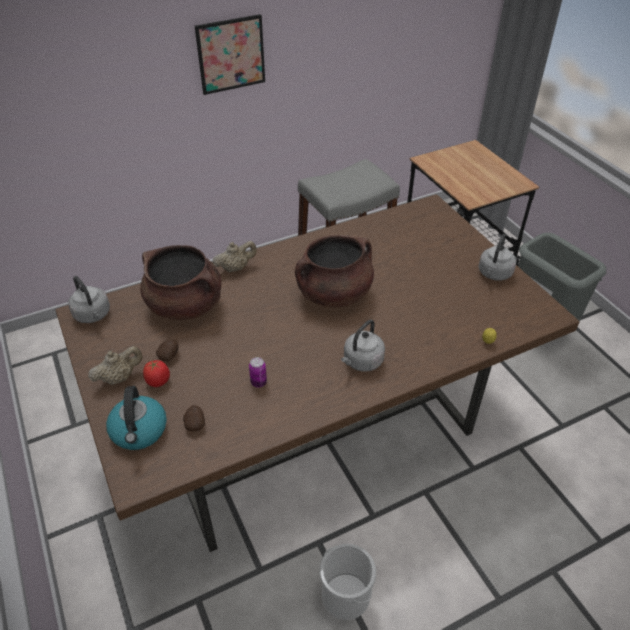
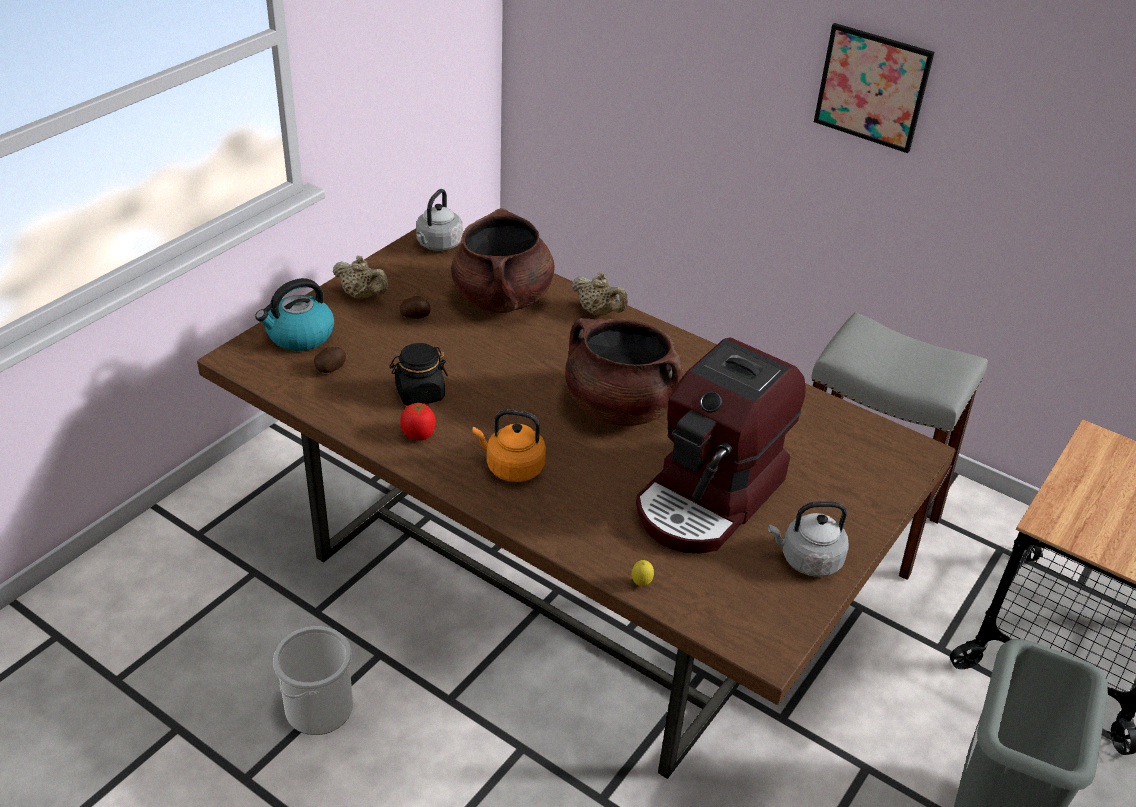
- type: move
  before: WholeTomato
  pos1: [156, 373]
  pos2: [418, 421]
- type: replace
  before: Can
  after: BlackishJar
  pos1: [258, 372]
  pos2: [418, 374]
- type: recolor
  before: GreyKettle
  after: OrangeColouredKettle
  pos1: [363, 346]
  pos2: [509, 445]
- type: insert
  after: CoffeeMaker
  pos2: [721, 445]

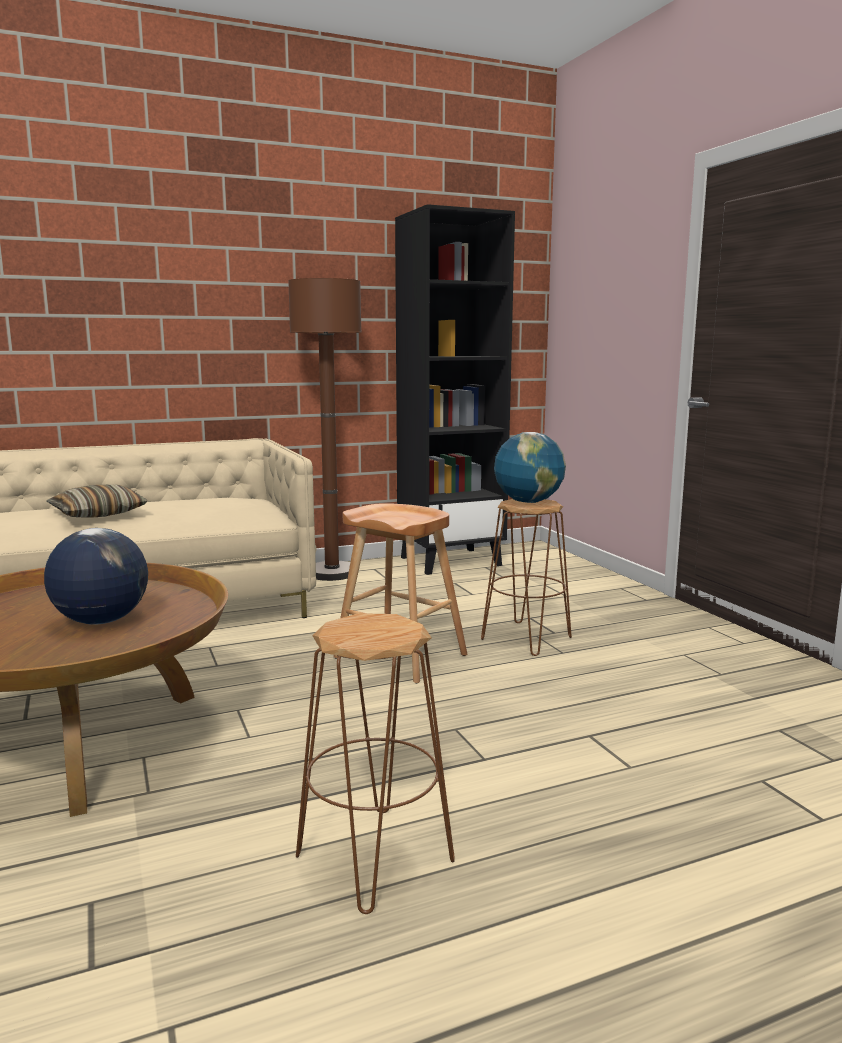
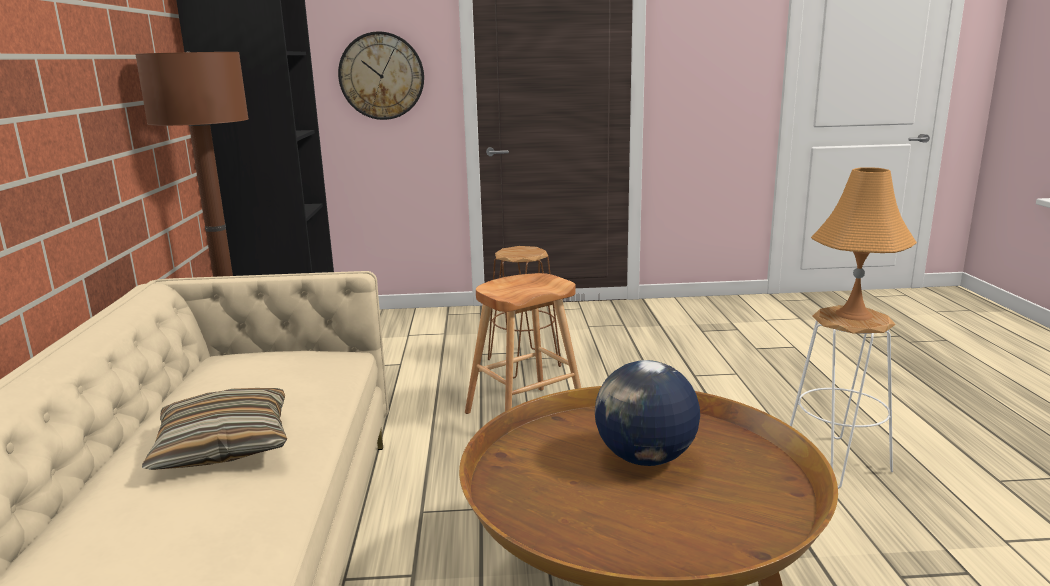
- type: recolor
  before: BrownColouredSittingStool
  after: WhitishSittingStool
  pos1: [375, 763]
  pos2: [843, 397]
- type: delete
  before: DeskGlobe
  pos1: [530, 467]
- type: insert
  after: HangingClock
  pos2: [381, 75]
- type: insert
  after: OrangeColouredLampForATable
  pos2: [864, 244]

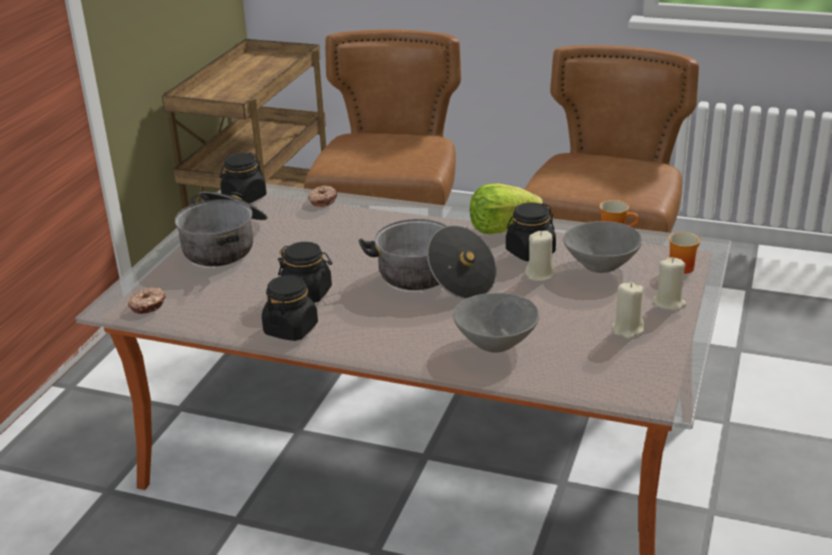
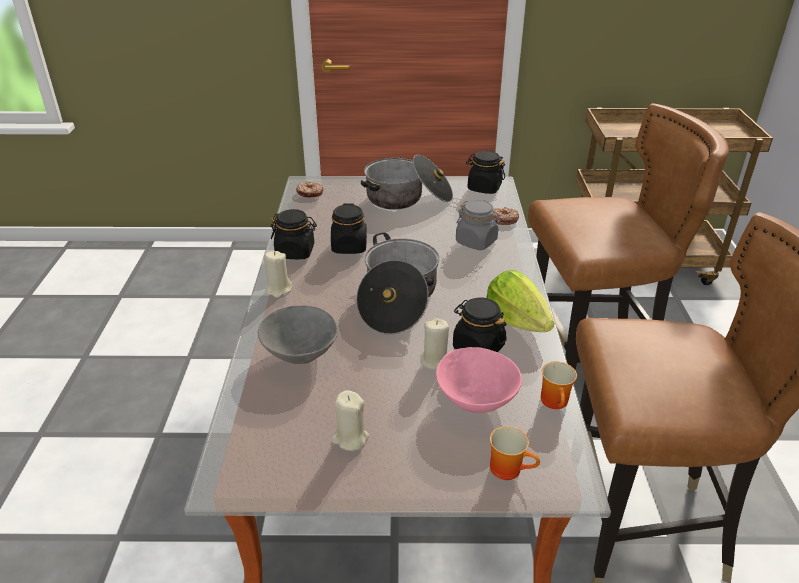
- type: recolor
  before: GreyServingBowl
  after: PinkColouredServingBowl
  pos1: [602, 247]
  pos2: [479, 380]
- type: move
  before: BeigeColouredCandle
  pos1: [670, 284]
  pos2: [278, 274]
- type: insert
  after: GreyJar
  pos2: [478, 225]

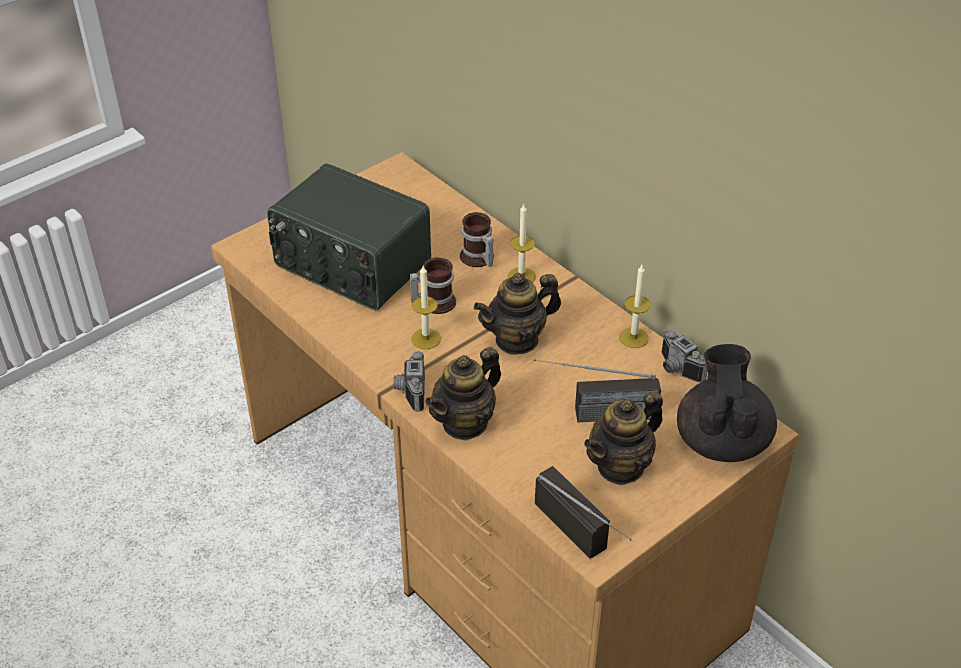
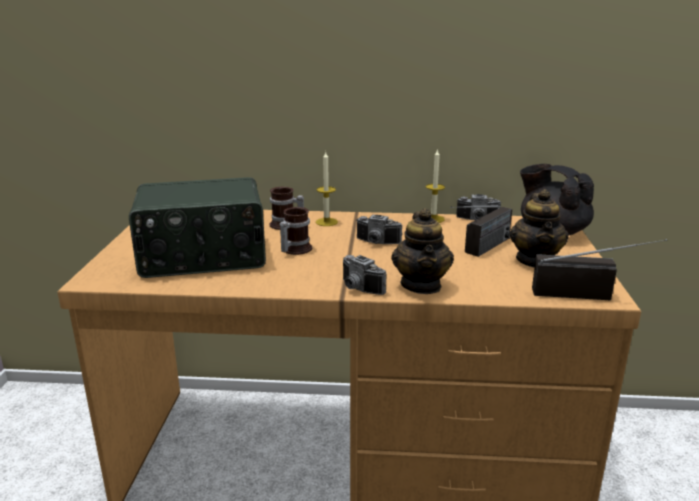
- type: delete
  before: Candle
  pos1: [426, 307]
- type: replace
  before: TeaPot
  after: PhotoCamera
  pos1: [517, 314]
  pos2: [379, 229]

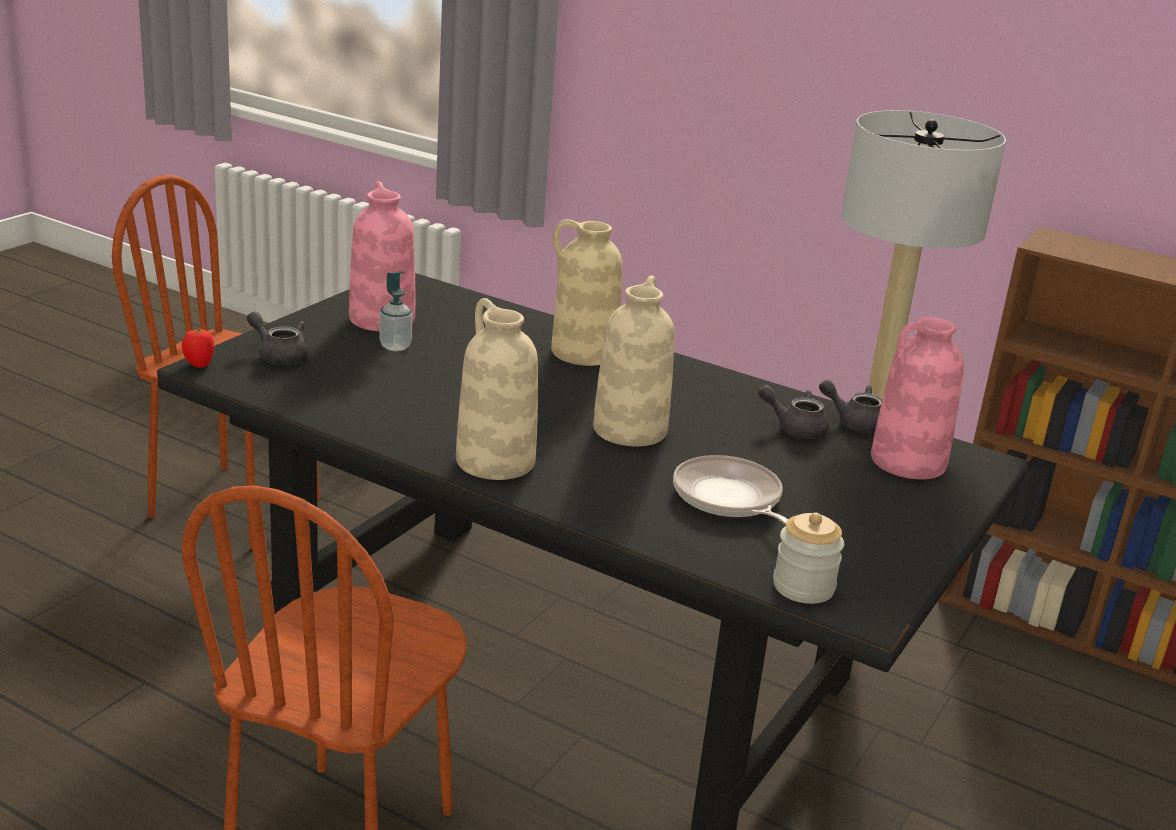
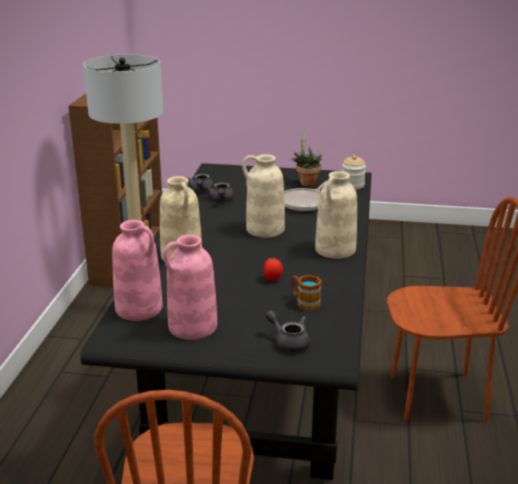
- type: move
  before: WholeTomato
  pos1: [198, 348]
  pos2: [273, 269]
- type: rotate
  before: GreyTeaPot
  pos1: [277, 338]
  pos2: [287, 331]
  turn: 120
- type: delete
  before: SoapDispenser
  pos1: [395, 311]
- type: move
  before: PinkColouredFlowerVase
  pos1: [917, 398]
  pos2: [137, 270]
- type: insert
  after: PlantInAPot
  pos2: [306, 159]
- type: insert
  after: Mug
  pos2: [307, 293]

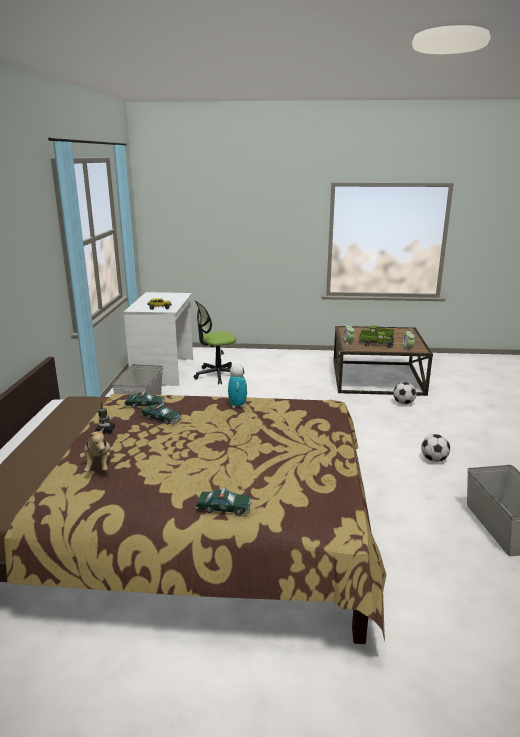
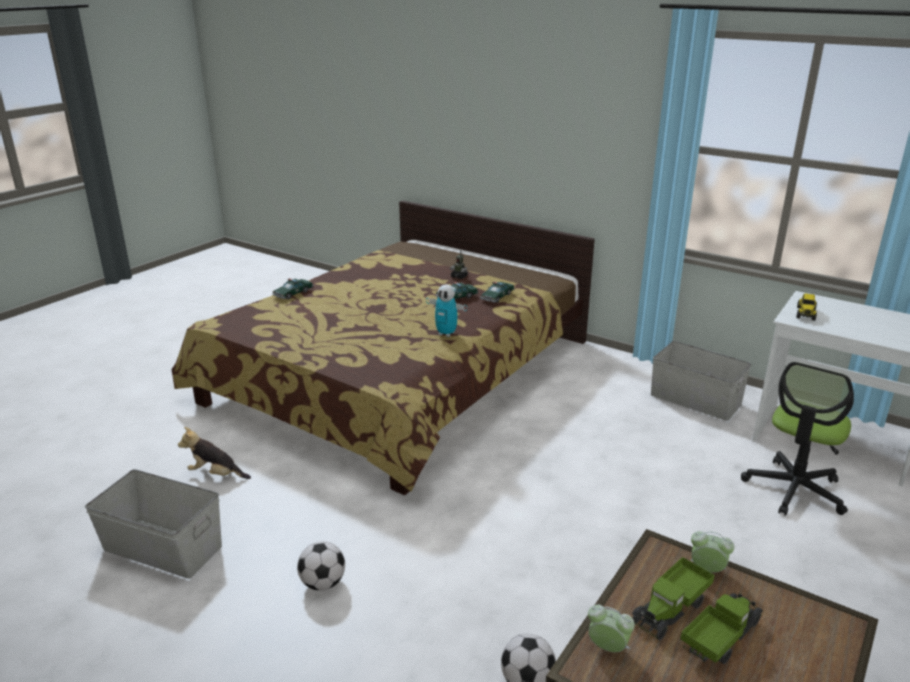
- type: move
  before: CuddlyToy
  pos1: [95, 449]
  pos2: [214, 453]
- type: rotate
  before: ComputerChair
  pos1: [214, 342]
  pos2: [797, 439]
  turn: -150

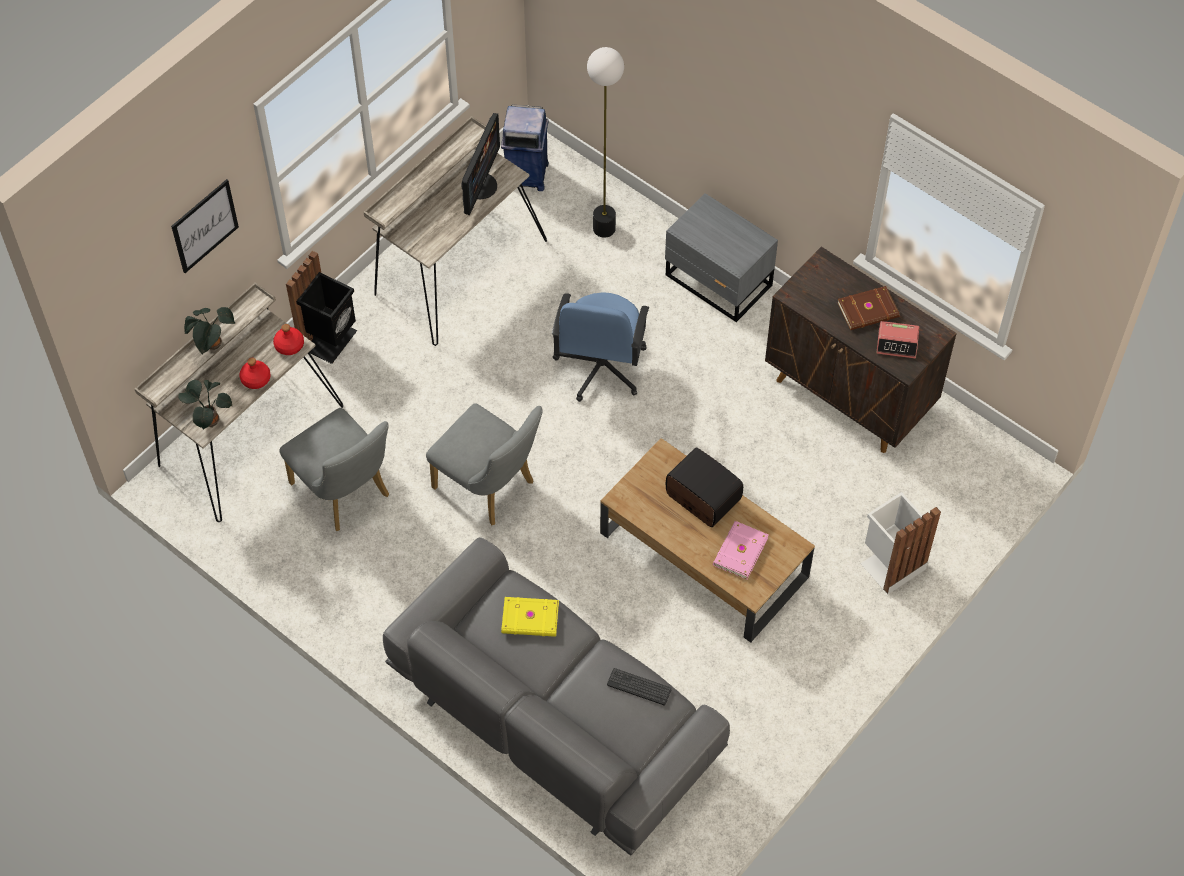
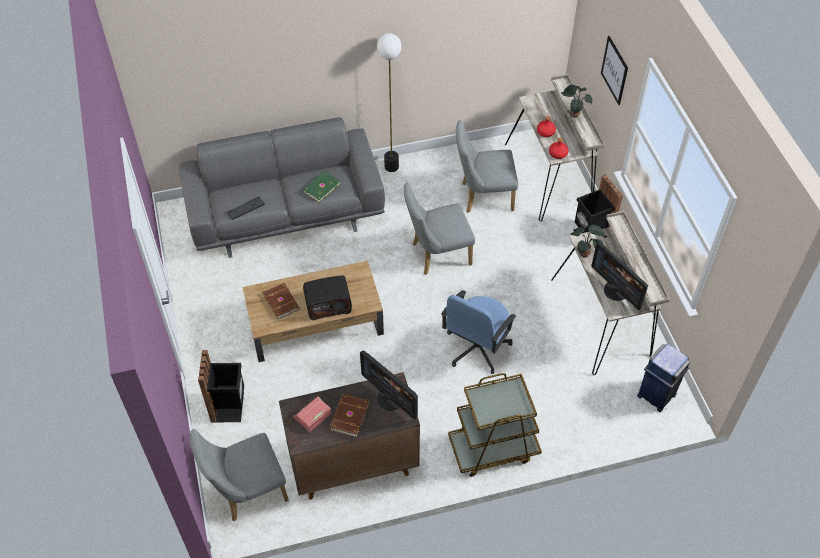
- type: move
  before: PlantInAPot
  pos1: [205, 405]
  pos2: [588, 241]
- type: recolor
  before: YellowBoundBook
  after: GreenishBoundBook
  pos1: [530, 617]
  pos2: [321, 187]
- type: rotate
  before: BluishComputerChair
  pos1: [600, 347]
  pos2: [478, 332]
  turn: -105
- type: move
  before: FloorLamp
  pos1: [605, 142]
  pos2: [389, 102]
- type: replace
  before: GreyNightTable
  after: BrownColouredWheeledCart
  pos1: [721, 257]
  pos2: [495, 425]
- type: recolor
  before: PinkColouredBoundBook
  after: BrownColouredBoundBook
  pos1: [740, 550]
  pos2: [281, 301]
- type: recolor
  before: WhitishWasteBin
  after: BlackishWasteBin
  pos1: [900, 543]
  pos2: [221, 386]
- type: insert
  after: GreyUprightChair
  pos2: [239, 475]
- type: insert
  after: Monitor
  pos2: [389, 384]

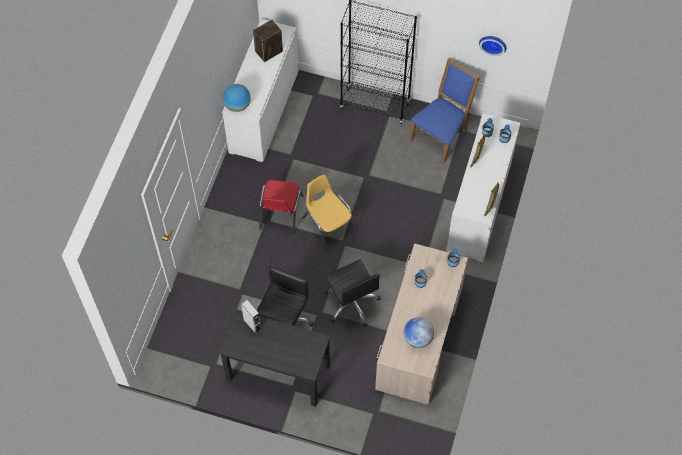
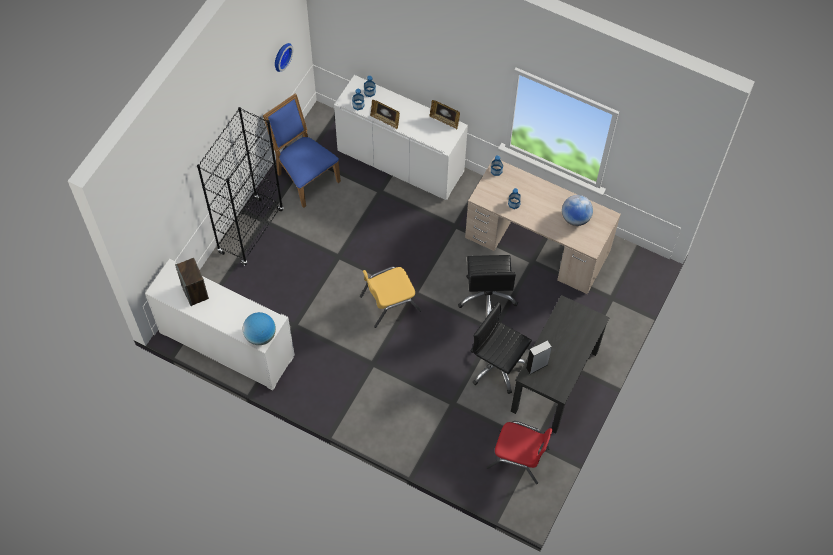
- type: move
  before: RedUprightChair
  pos1: [281, 207]
  pos2: [519, 452]
- type: rotate
  before: BlackishComputerChair
  pos1: [353, 293]
  pos2: [488, 285]
  turn: 105

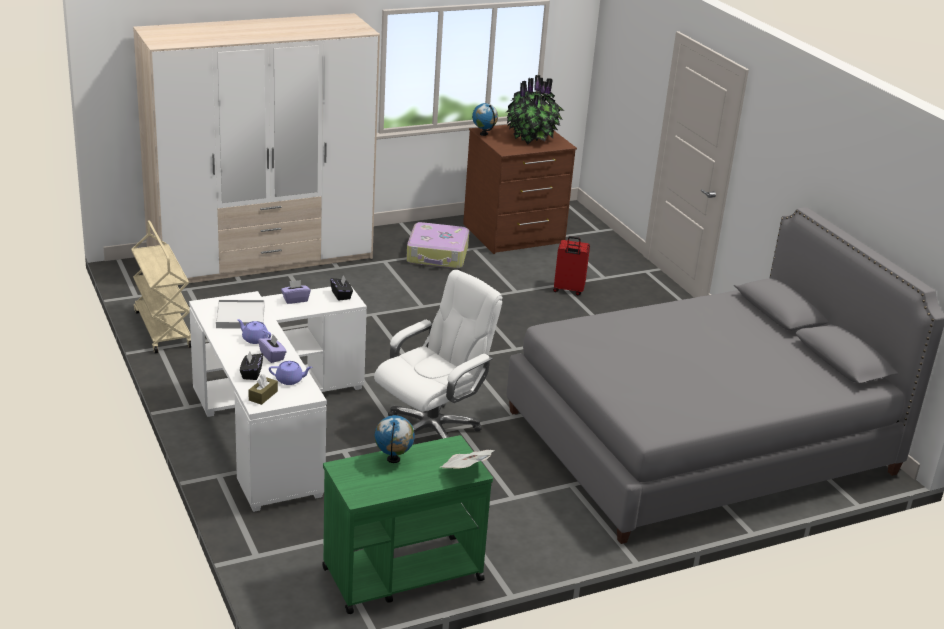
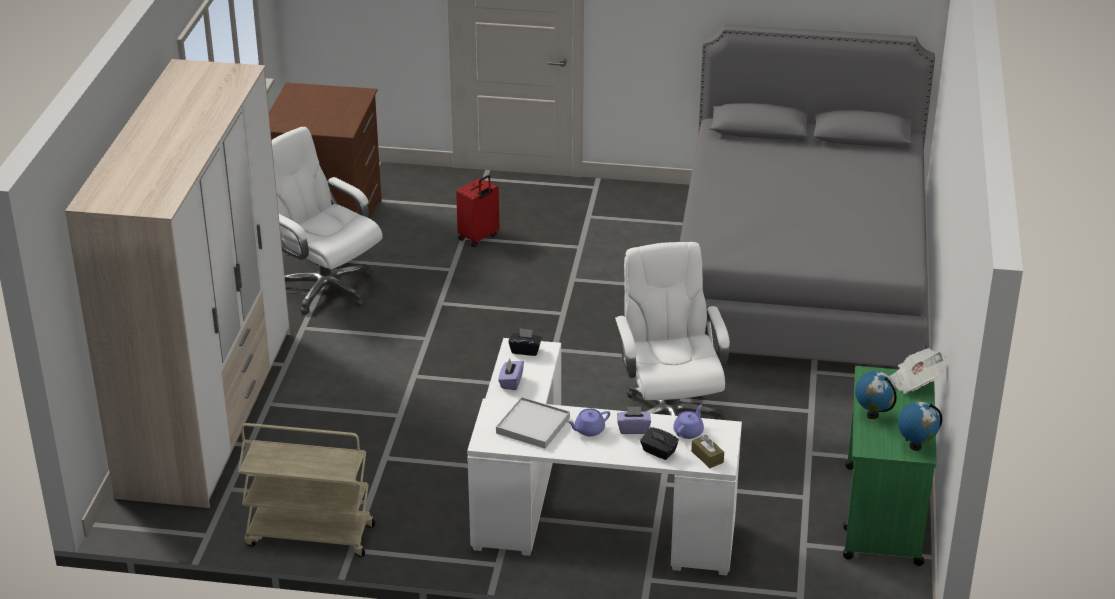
- type: replace
  before: Suitcase
  after: WhitishComputerChair
  pos1: [437, 245]
  pos2: [327, 220]
- type: move
  before: DeskGlobe
  pos1: [485, 119]
  pos2: [920, 426]
- type: delete
  before: PlantInAPot
  pos1: [534, 110]

